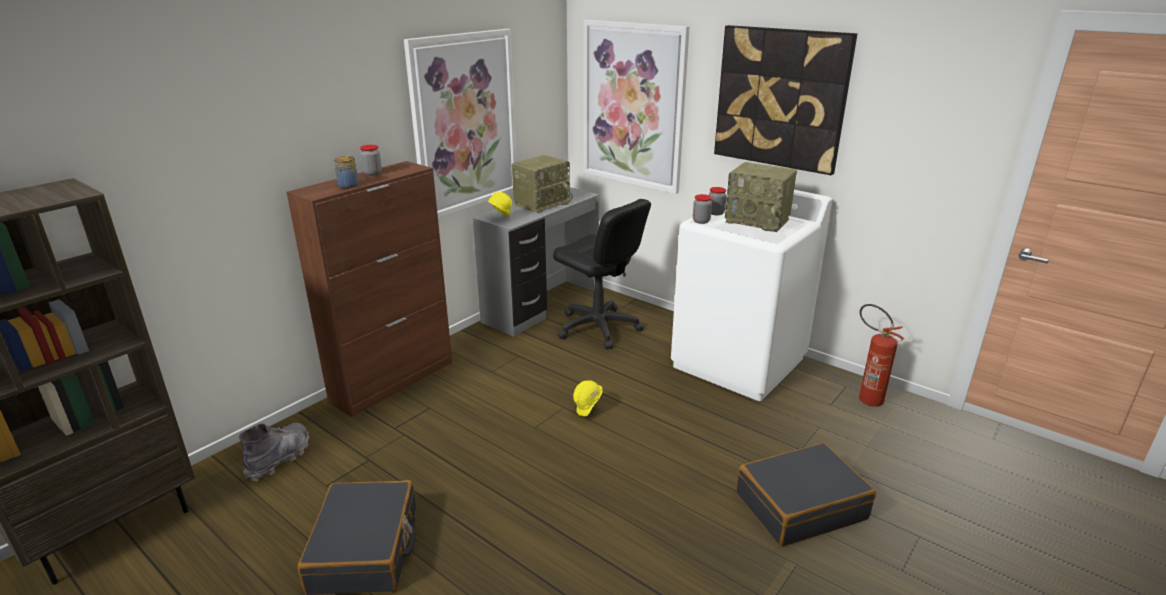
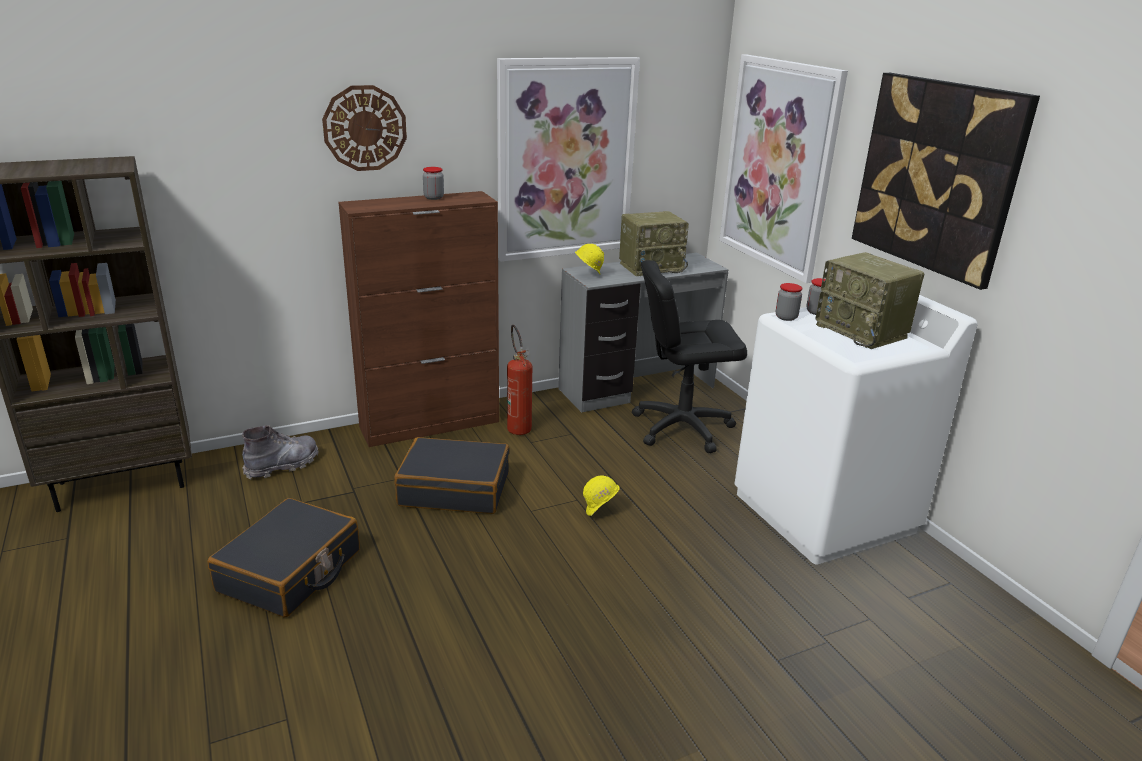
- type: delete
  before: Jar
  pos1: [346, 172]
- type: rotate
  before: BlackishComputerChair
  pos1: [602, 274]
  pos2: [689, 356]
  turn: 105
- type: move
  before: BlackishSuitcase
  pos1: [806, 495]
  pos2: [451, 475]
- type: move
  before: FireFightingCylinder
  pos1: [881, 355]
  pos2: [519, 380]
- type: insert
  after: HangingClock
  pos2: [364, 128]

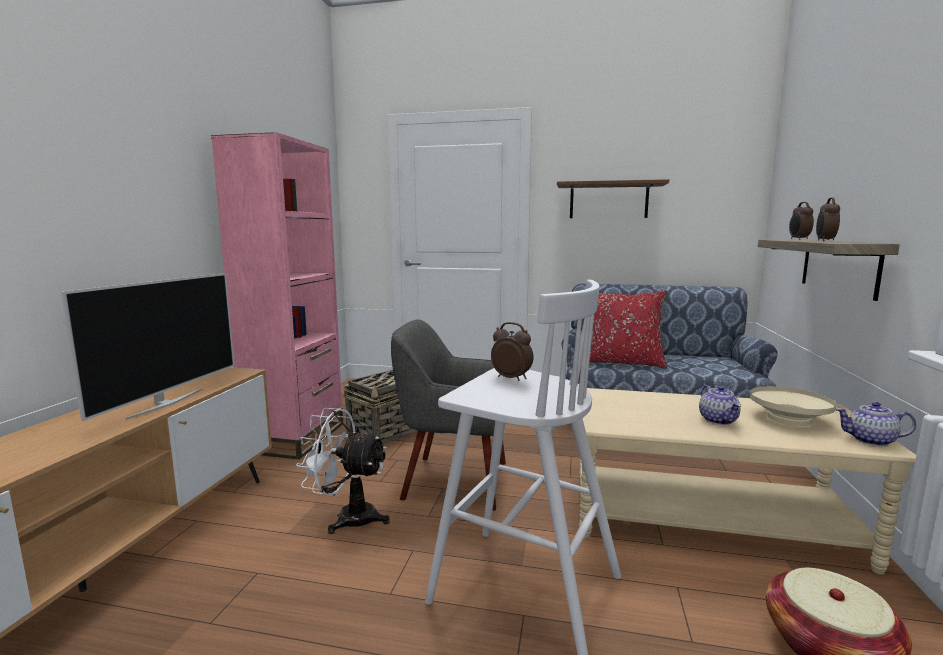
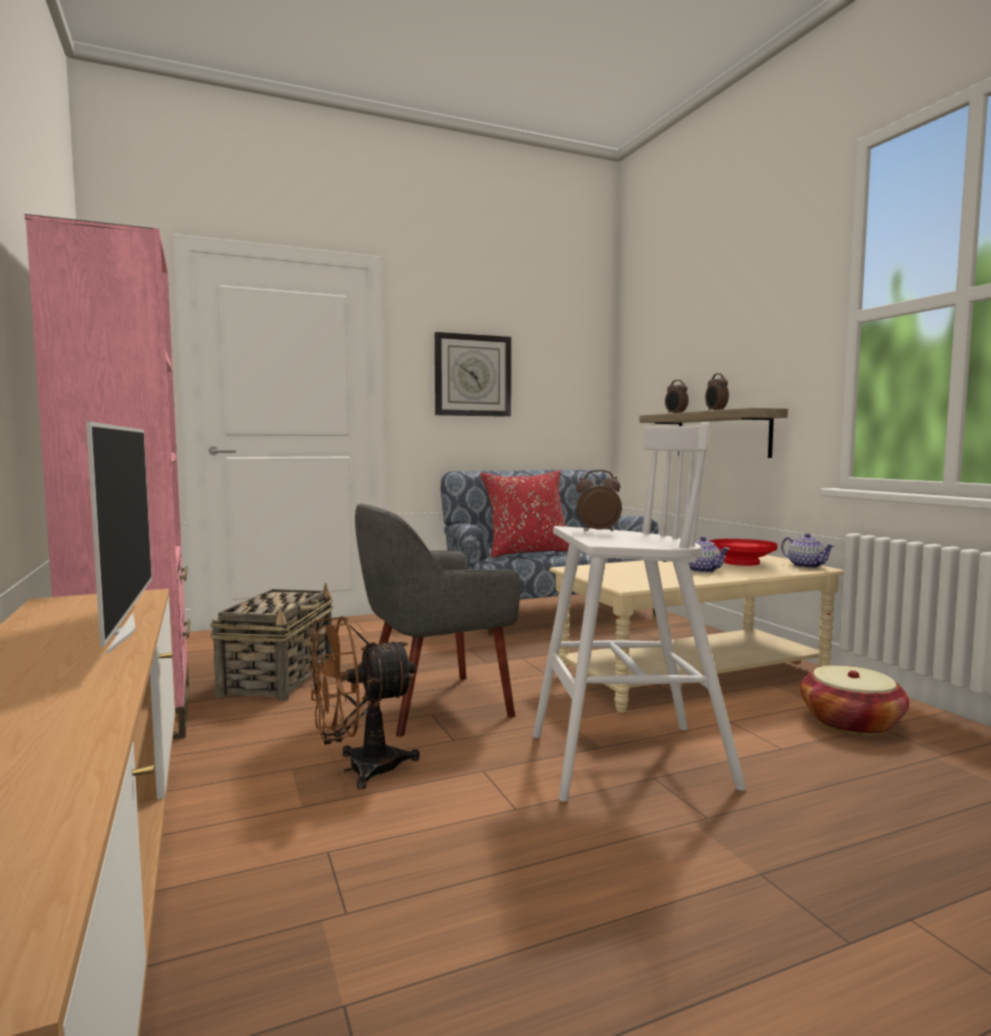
- type: recolor
  before: WhitishFan
  after: BrownColouredFan
  pos1: [343, 471]
  pos2: [364, 702]
- type: replace
  before: BrownColouredWallShelf
  after: HangingClock
  pos1: [613, 198]
  pos2: [473, 374]
- type: recolor
  before: BeigeColouredServingBowl
  after: RedServingBowl
  pos1: [793, 406]
  pos2: [743, 552]
- type: rotate
  before: TeaPot
  pos1: [876, 424]
  pos2: [808, 550]
  turn: -105

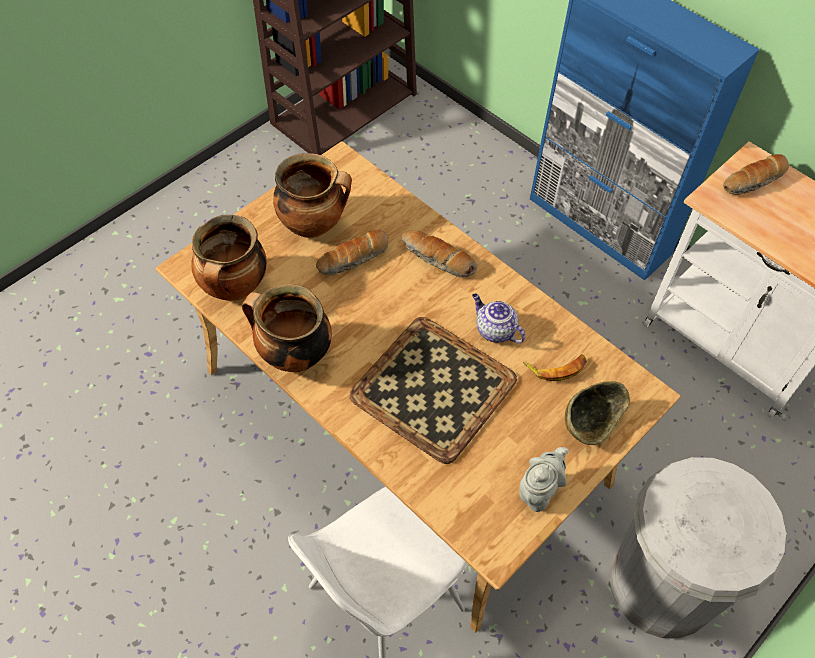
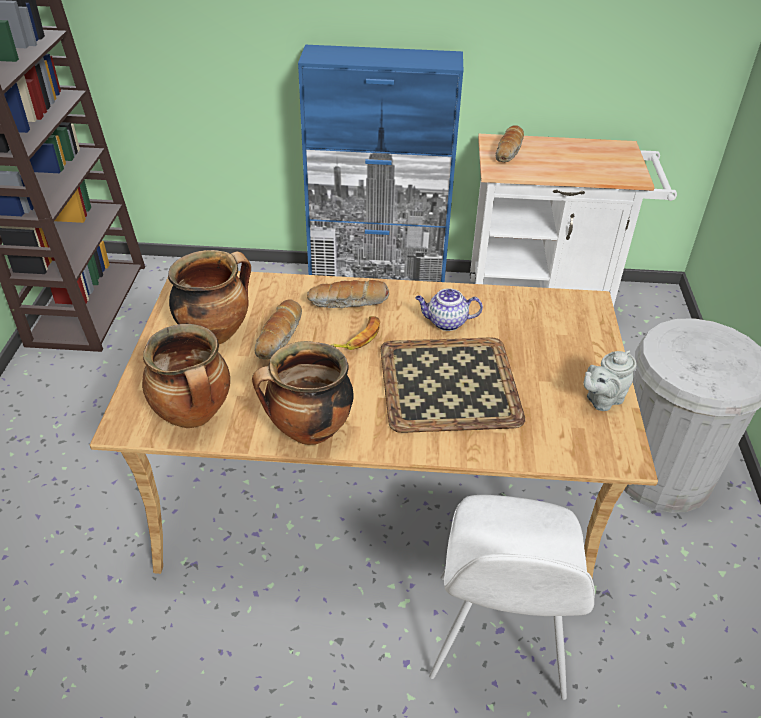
- type: rotate
  before: GreyTeaPot
  pos1: [544, 479]
  pos2: [610, 380]
  turn: -120
- type: move
  before: BananaFruit
  pos1: [555, 367]
  pos2: [355, 333]
- type: delete
  before: ServingBowl
  pos1: [597, 413]

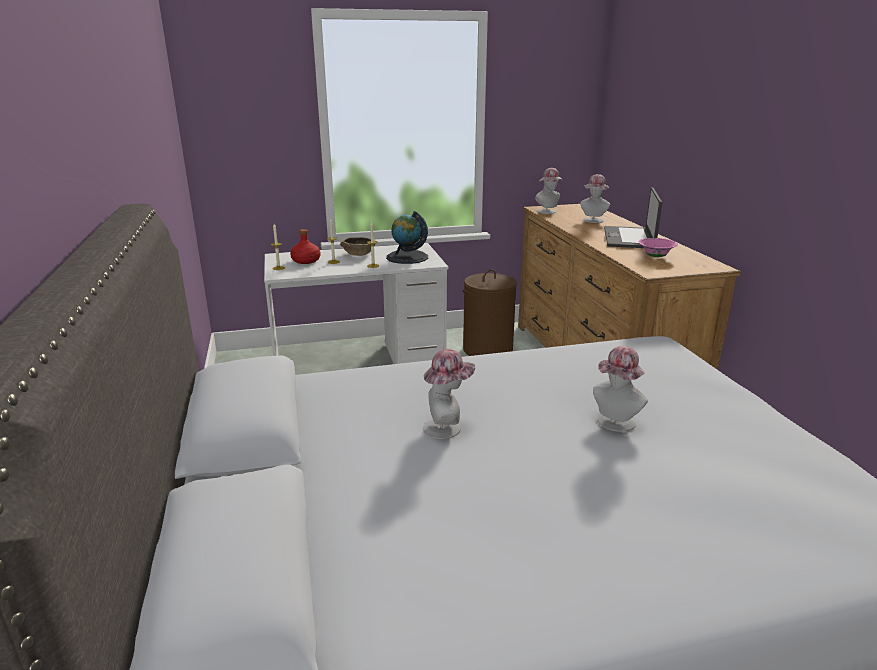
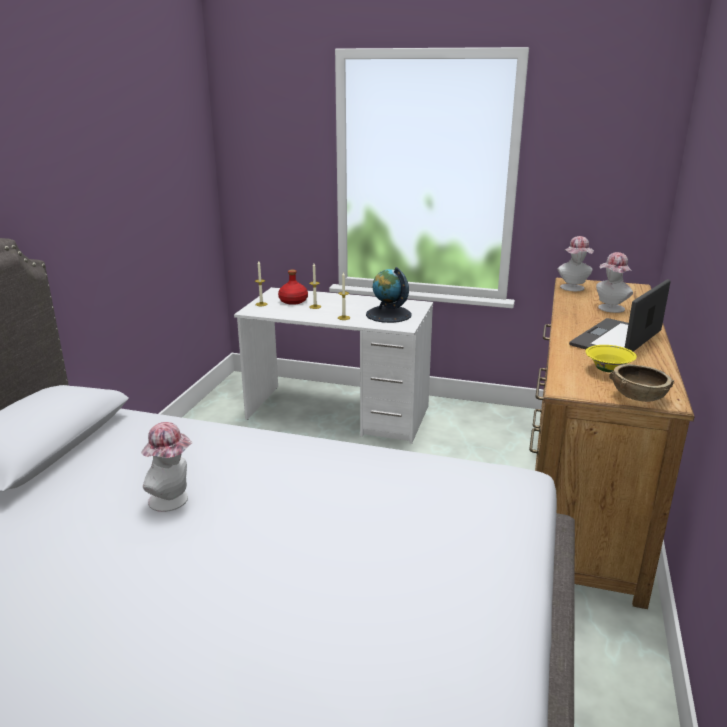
- type: move
  before: BrownColouredServingBowl
  pos1: [357, 246]
  pos2: [641, 383]
- type: delete
  before: BrownColouredHamper
  pos1: [490, 312]
- type: delete
  before: ClothingHat
  pos1: [620, 389]
- type: recolor
  before: PinkColouredServingBowl
  after: YellowServingBowl
  pos1: [658, 248]
  pos2: [611, 359]

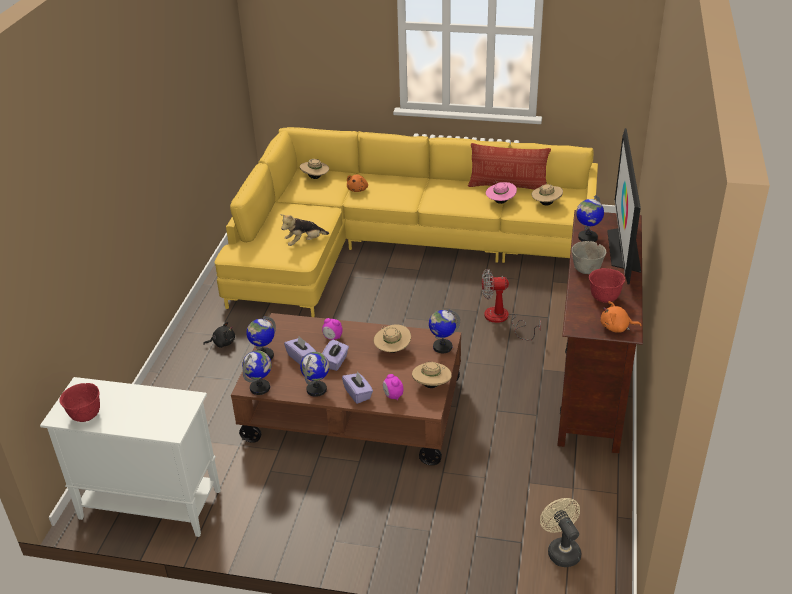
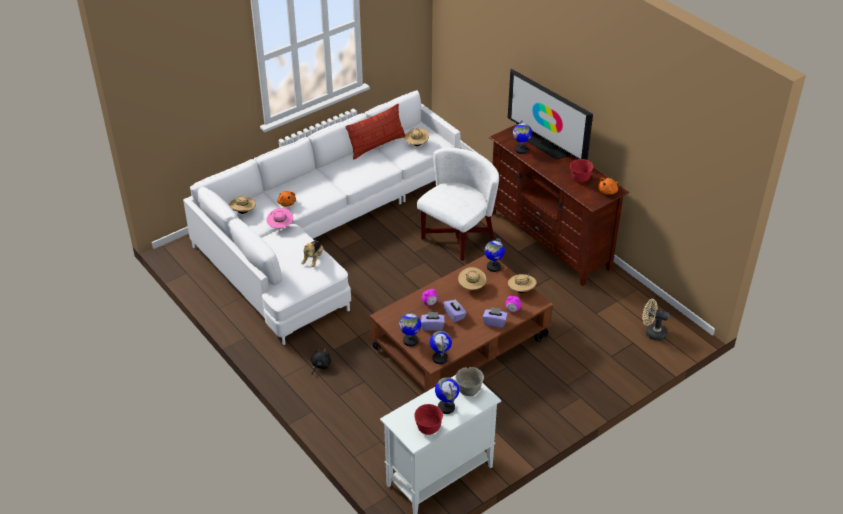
- type: recolor
  before: YellowSettee
  after: WhitishSettee
  pos1: [406, 222]
  pos2: [322, 217]
- type: move
  before: DeskGlobe
  pos1: [314, 374]
  pos2: [447, 395]
- type: replace
  before: Fan
  after: WhitishEasyChair
  pos1: [511, 305]
  pos2: [458, 204]
- type: move
  before: PinkColouredClothingHat
  pos1: [501, 193]
  pos2: [280, 218]
- type: move
  before: GreyServingBowl
  pos1: [589, 257]
  pos2: [469, 381]

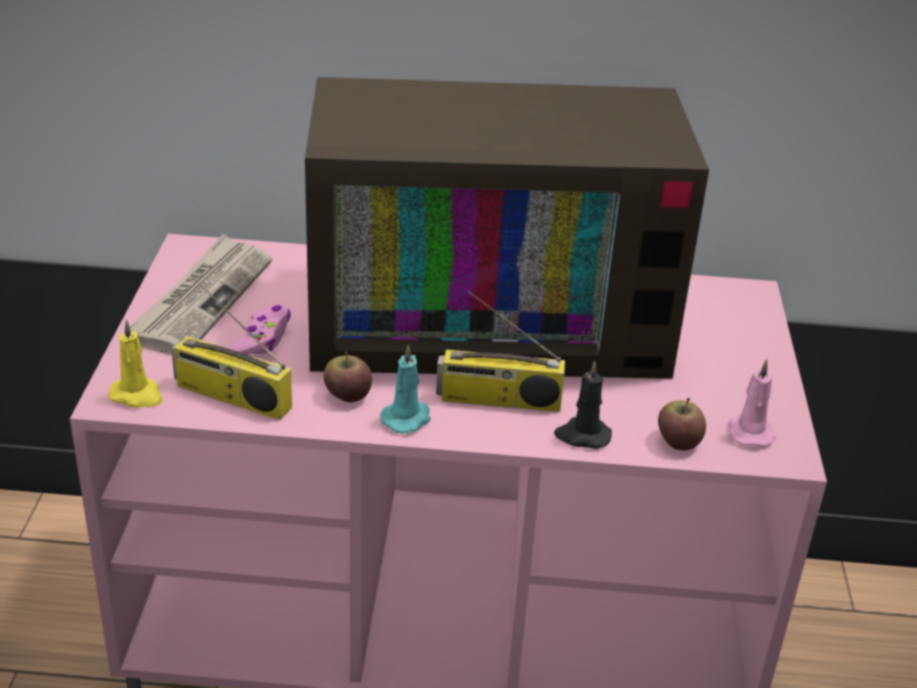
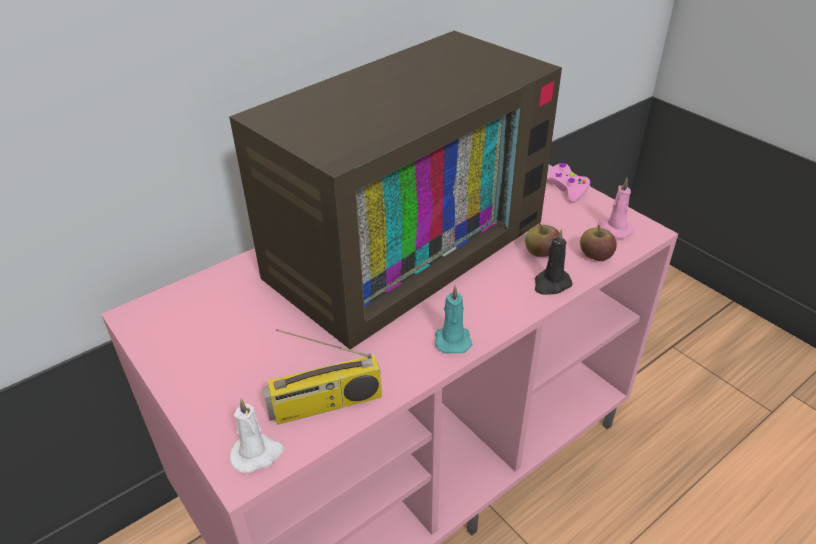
- type: recolor
  before: YellowCandle
  after: WhitishCandle
  pos1: [136, 363]
  pos2: [256, 435]
- type: delete
  before: PrintedPaper
  pos1: [201, 294]
- type: move
  before: PinkColouredGamepad
  pos1: [261, 330]
  pos2: [569, 183]
- type: move
  before: WholeApple
  pos1: [347, 376]
  pos2: [542, 240]
- type: delete
  before: RadioSet
  pos1: [500, 351]

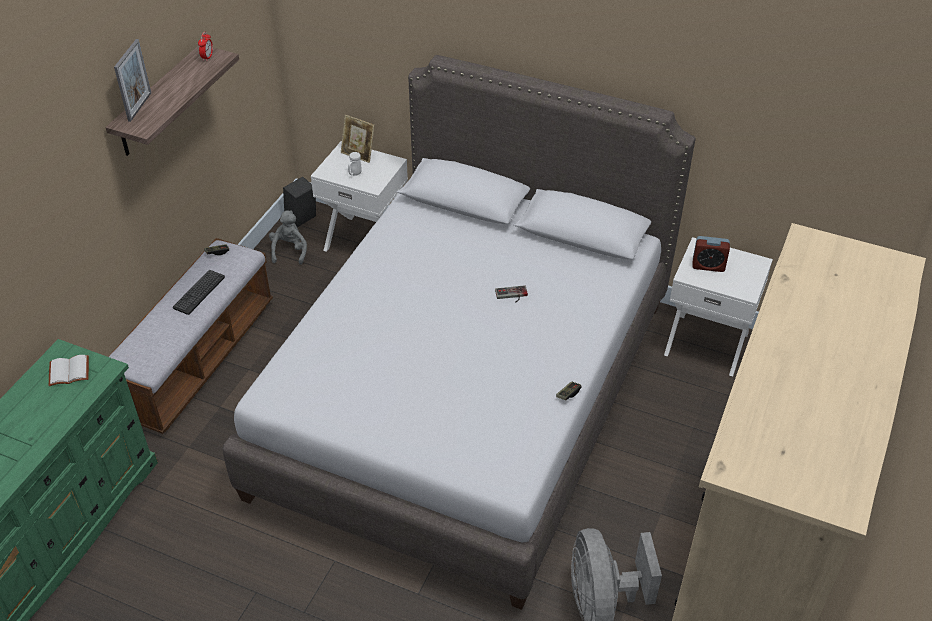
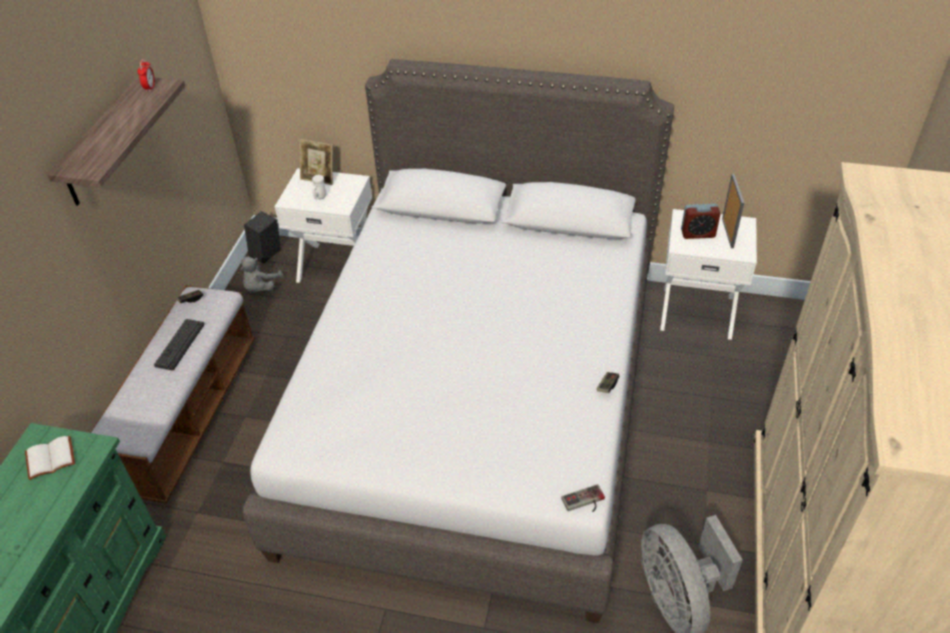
- type: move
  before: StandingFrame
  pos1: [132, 80]
  pos2: [733, 211]
- type: rotate
  before: GreyCuddlyToy
  pos1: [288, 237]
  pos2: [262, 274]
  turn: -150
- type: move
  before: Gamepad
  pos1: [511, 294]
  pos2: [583, 498]

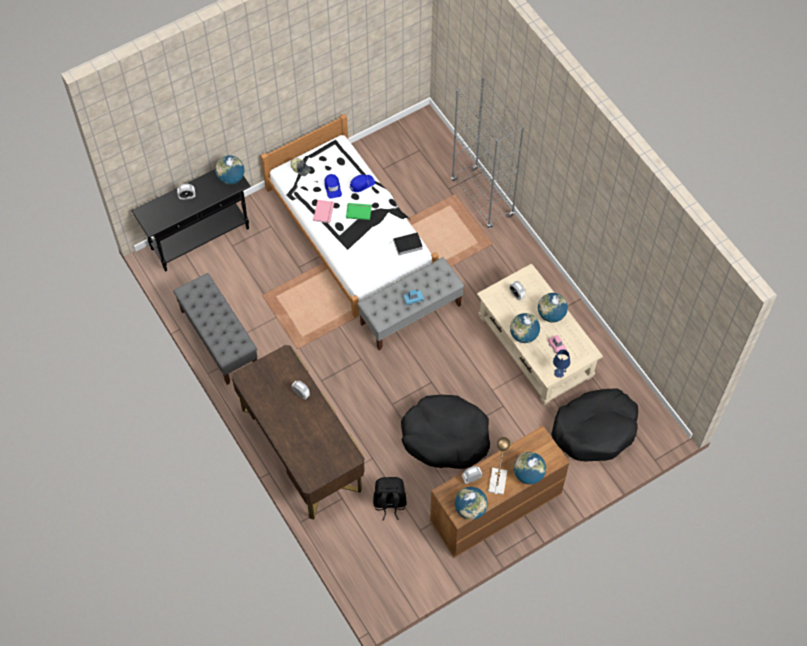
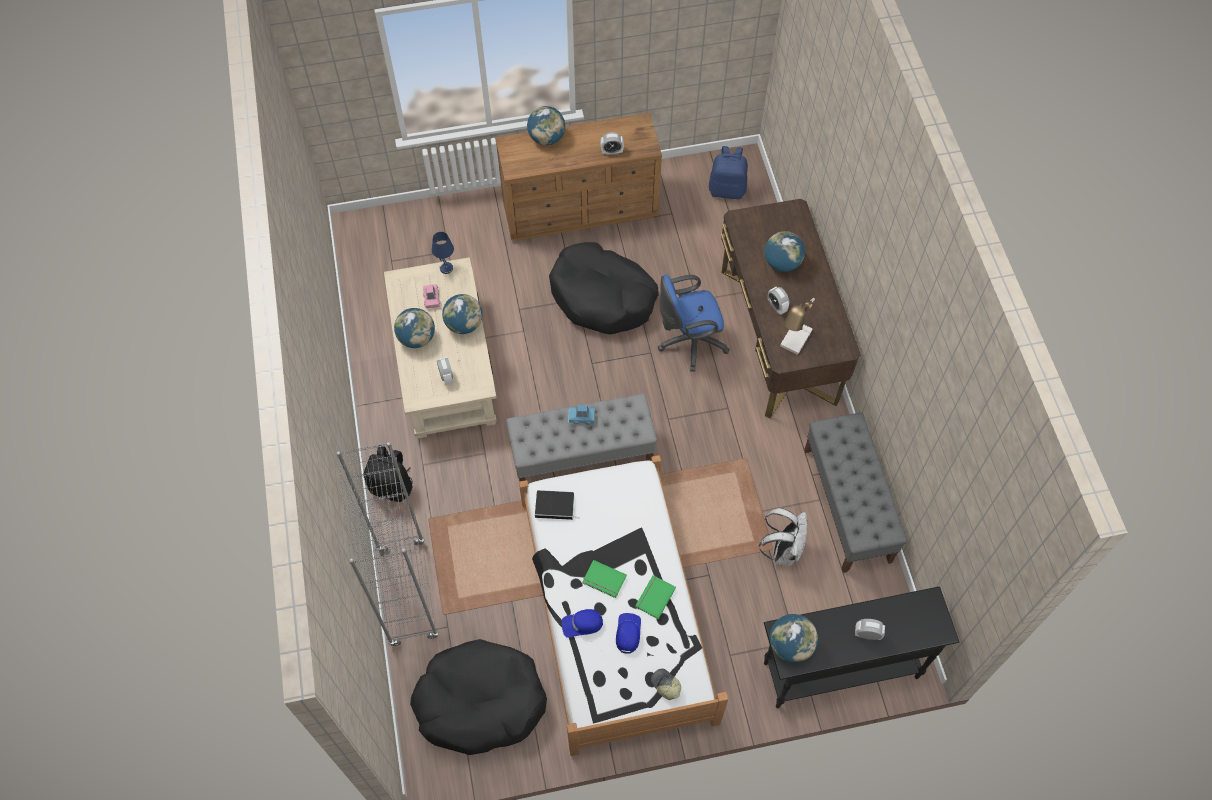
- type: recolor
  before: PinkColouredBoundBook
  after: GreenishBoundBook
  pos1: [323, 211]
  pos2: [655, 597]
- type: move
  before: BlackishBackpack
  pos1: [390, 499]
  pos2: [388, 473]
- type: move
  before: DeskGlobe
  pos1: [471, 503]
  pos2: [784, 251]
- type: move
  before: LampForATable
  pos1: [499, 466]
  pos2: [797, 326]
- type: move
  before: BlackishPetBed
  pos1: [594, 425]
  pos2: [478, 697]
- type: insert
  after: BluishComputerChair
  pos2: [694, 323]
- type: insert
  after: BluishBackpack
  pos2: [728, 172]
- type: insert
  after: WhitishBackpack
  pos2: [783, 537]

